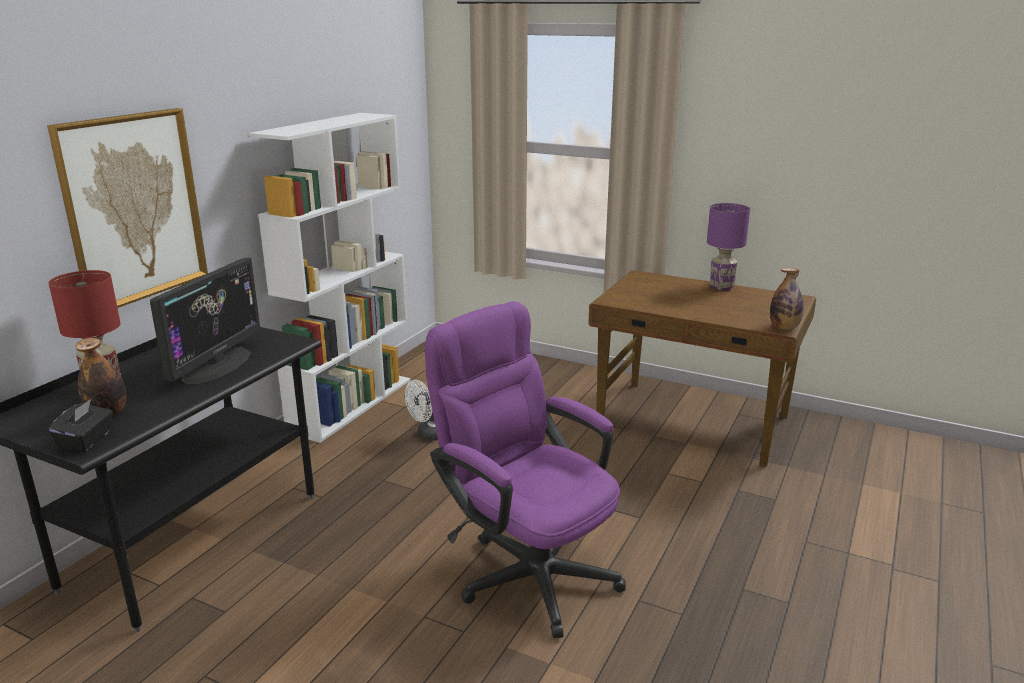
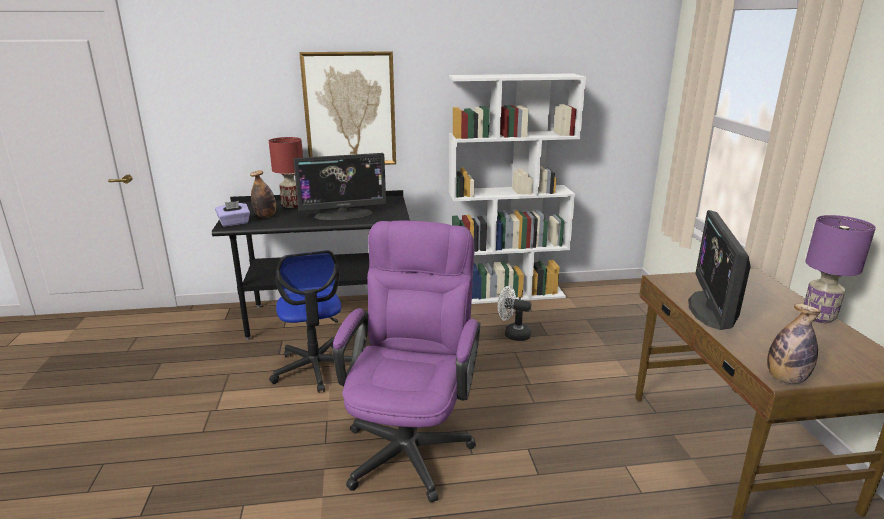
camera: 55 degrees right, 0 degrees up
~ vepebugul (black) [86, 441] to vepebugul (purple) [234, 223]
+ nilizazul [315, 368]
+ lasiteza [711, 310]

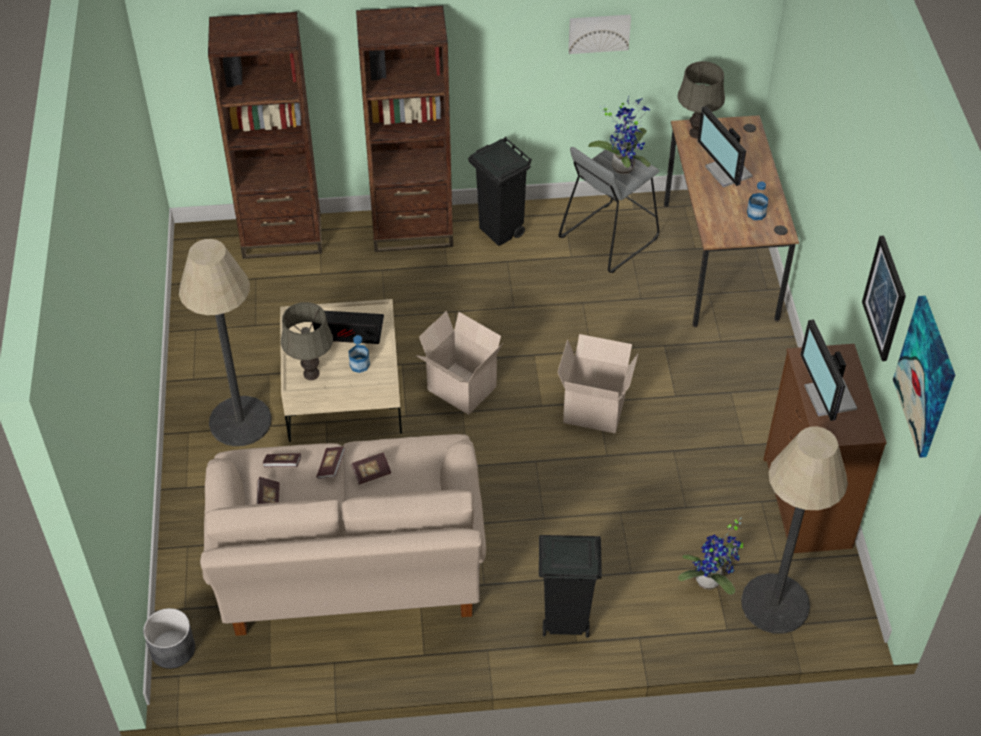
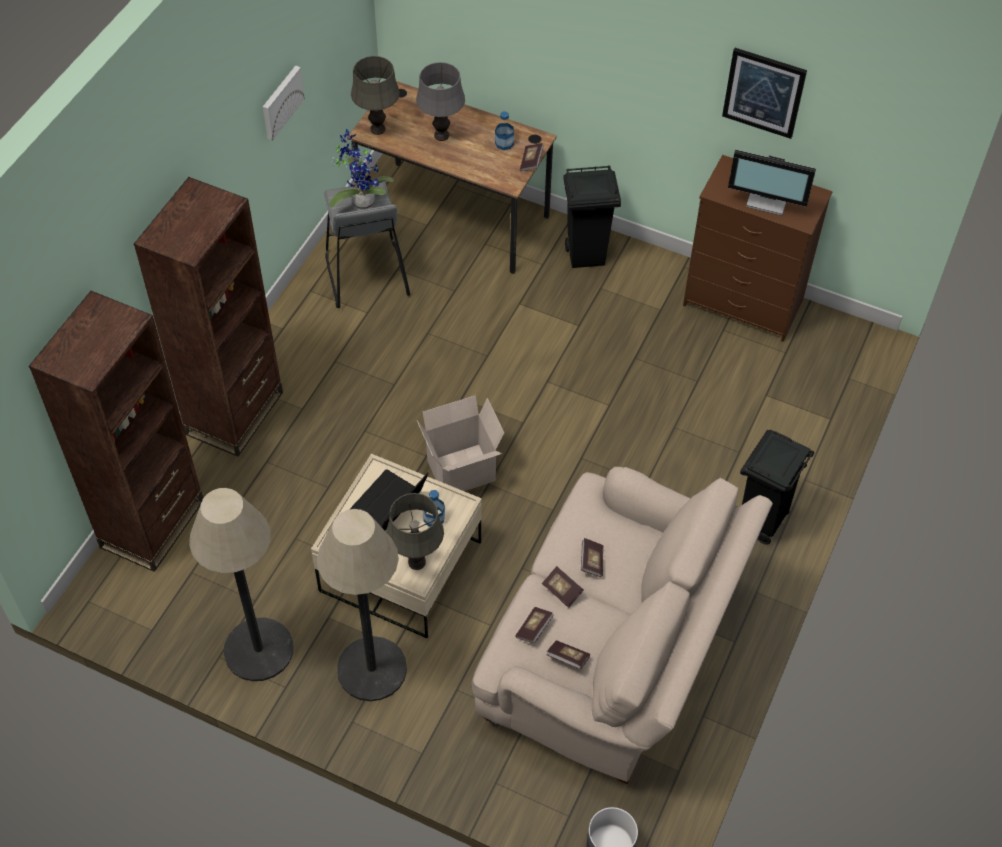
camera: 60 degrees left, 5 degrees up
~ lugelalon [775, 604] to [258, 649]
~ lasiteza [727, 172] to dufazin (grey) [442, 135]
+ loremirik [531, 162]
~ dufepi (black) [501, 231] to [586, 255]
- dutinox [595, 409]
- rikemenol [711, 582]
- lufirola [926, 377]

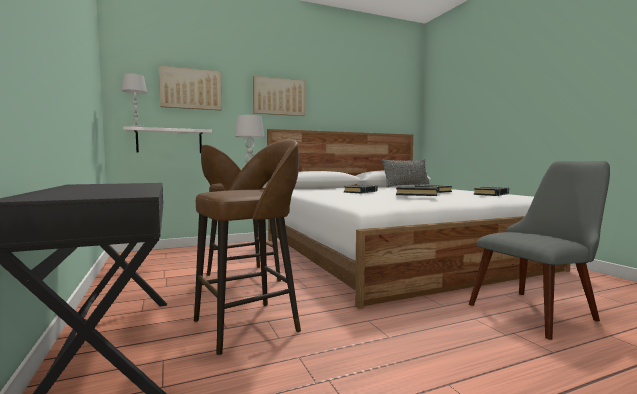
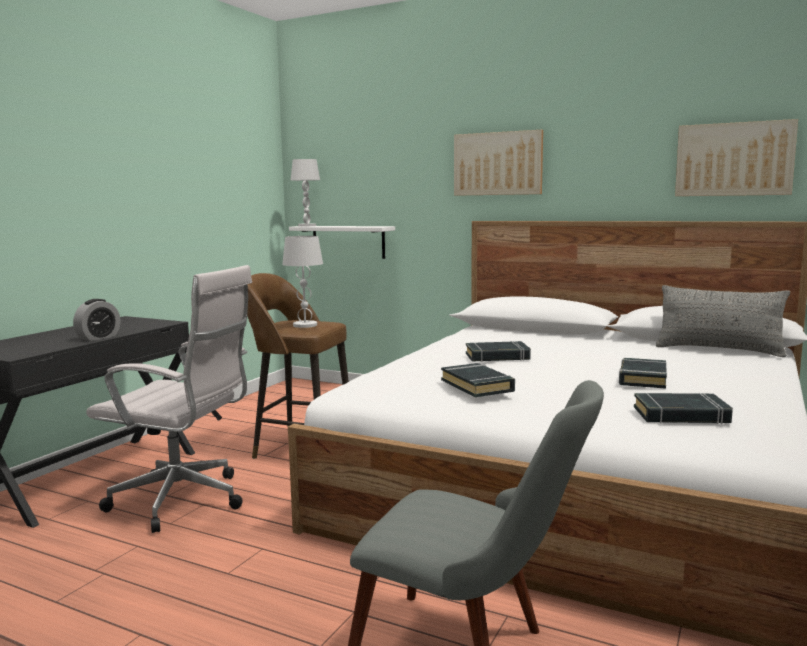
camera: 50 degrees right, 5 degrees up
+ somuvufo [98, 338]
~ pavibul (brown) [249, 325] to nilizazul (white) [184, 501]
~ lufirola [191, 89] to [734, 159]

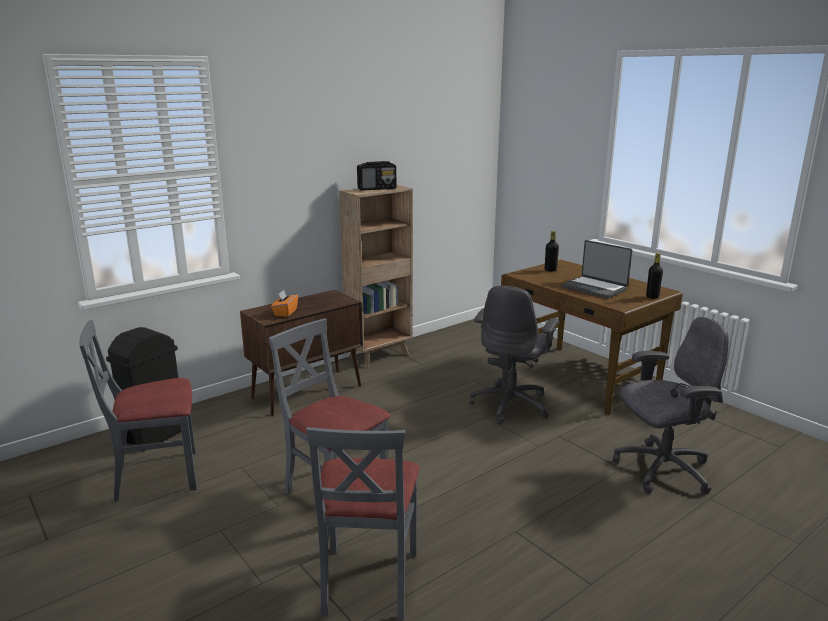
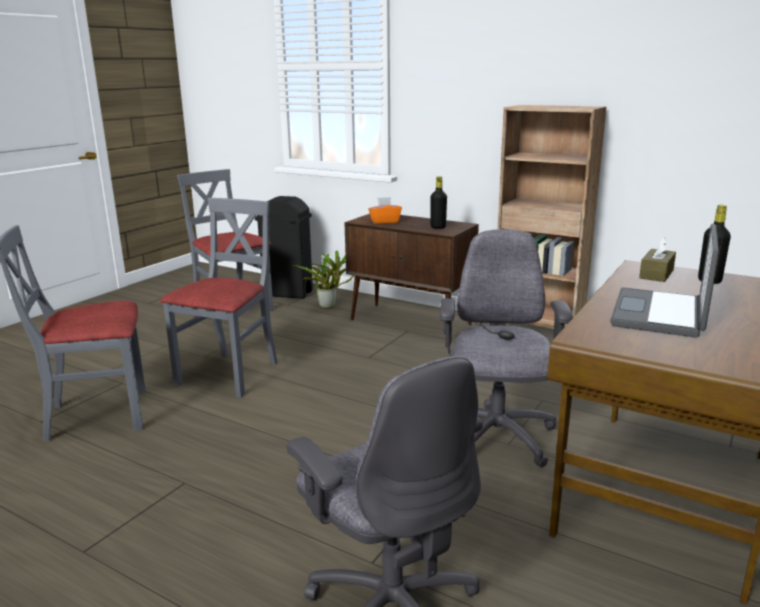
camera: 70 degrees right, 0 degrees up
+ rikemenol [329, 306]
~ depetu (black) [652, 297] to [438, 227]
~ nilizazul (grey) [511, 405] = [495, 438] 90 degrees clockwise
+ vepebugul (brown) [656, 274]
- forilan [377, 189]

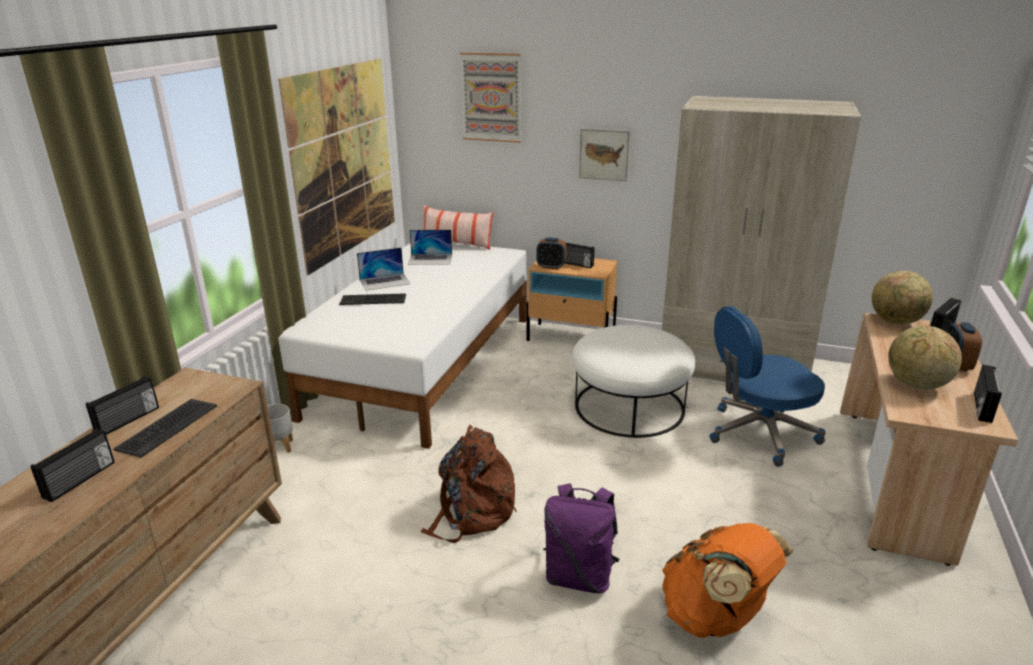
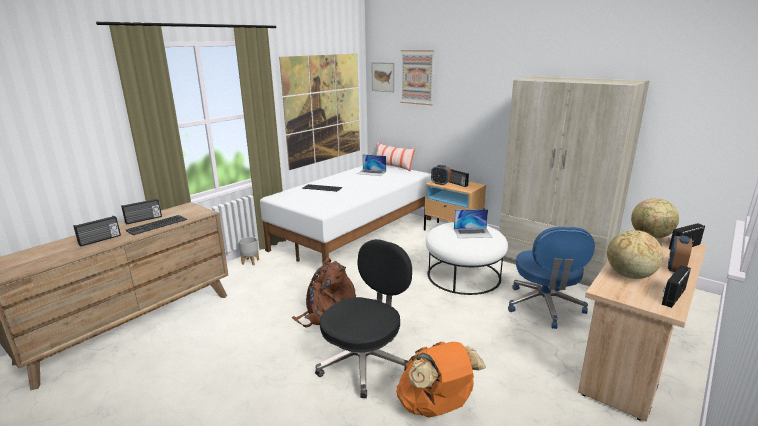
camera: 20 degrees right, 5 degrees down
~ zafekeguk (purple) [579, 577] to nilizazul (black) [365, 362]
~ lufirola [604, 154] to [383, 77]
~ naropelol [385, 281] to [472, 233]
~ nilizazul (blue) [759, 433] = [544, 306] 90 degrees counterclockwise

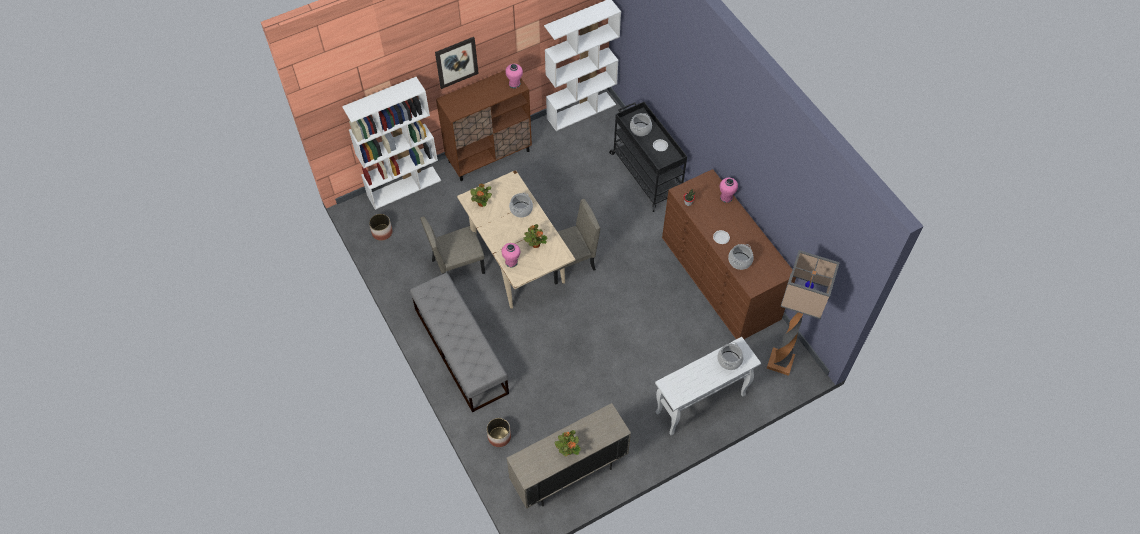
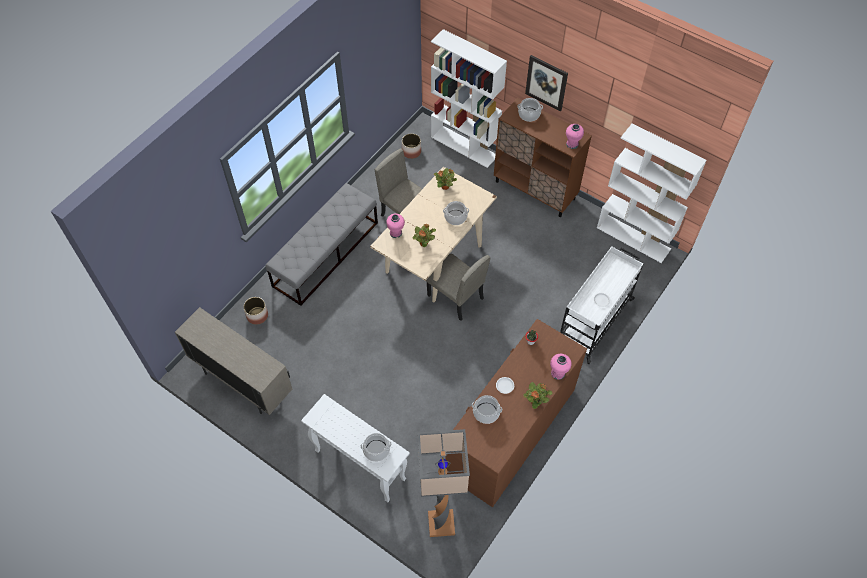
camera: 65 degrees right, 0 degrees up
~ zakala [640, 129] to [529, 114]
~ rikemenol [568, 450] to [535, 401]
~ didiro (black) [646, 174] to didiro (white) [594, 320]

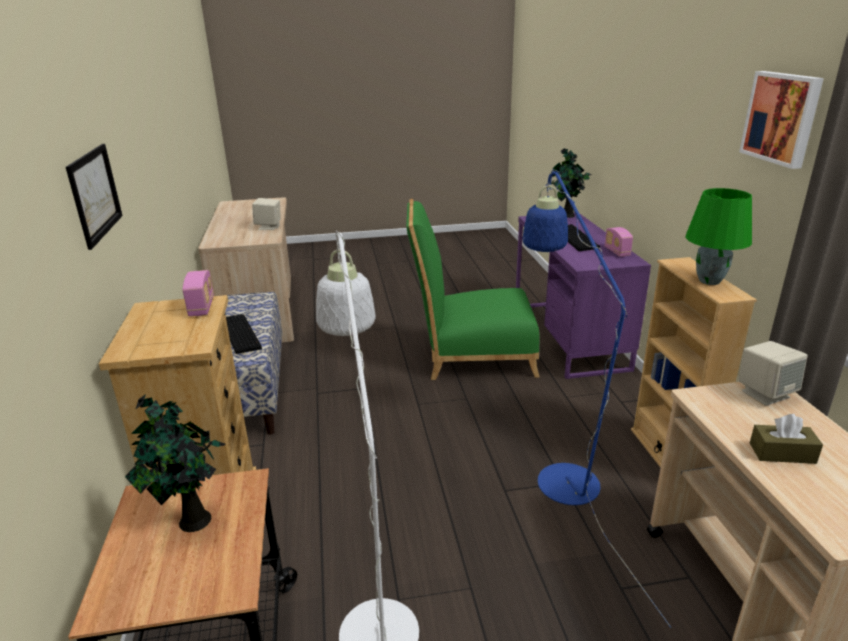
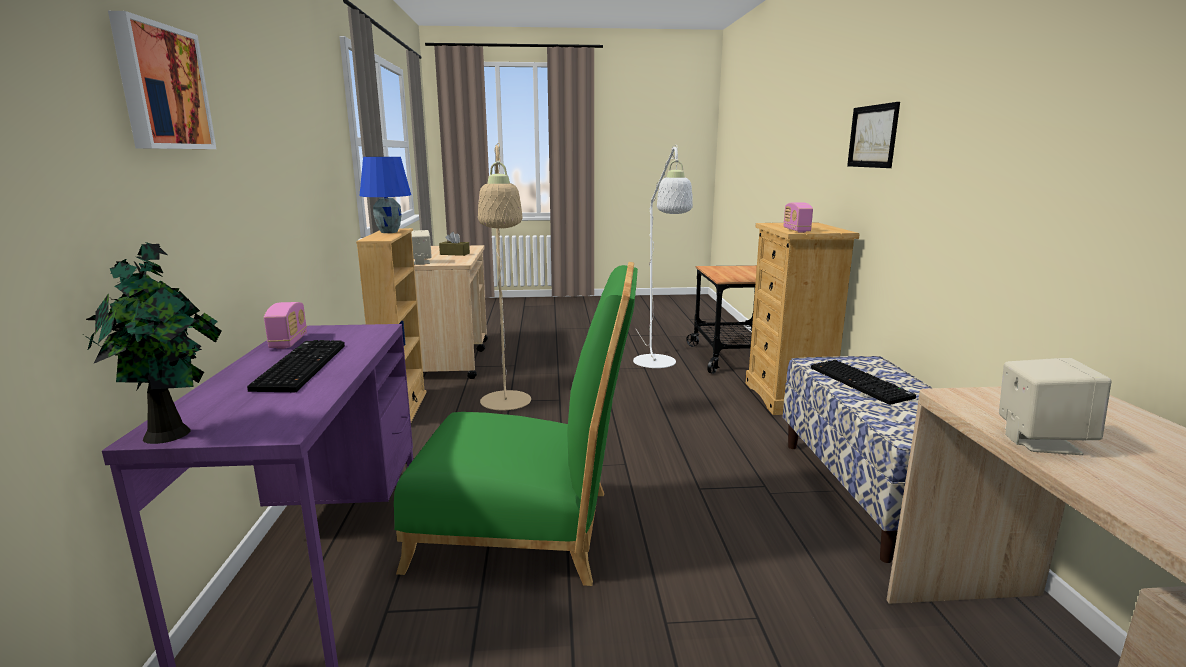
camera: 175 degrees left, 10 degrees down
~ lufirola [782, 118] to [160, 88]
~ dufazin (green) [710, 281] to dufazin (blue) [389, 232]
~ lugelalon (blue) [560, 472] to lugelalon (beige) [506, 405]
- rikemenol [192, 521]

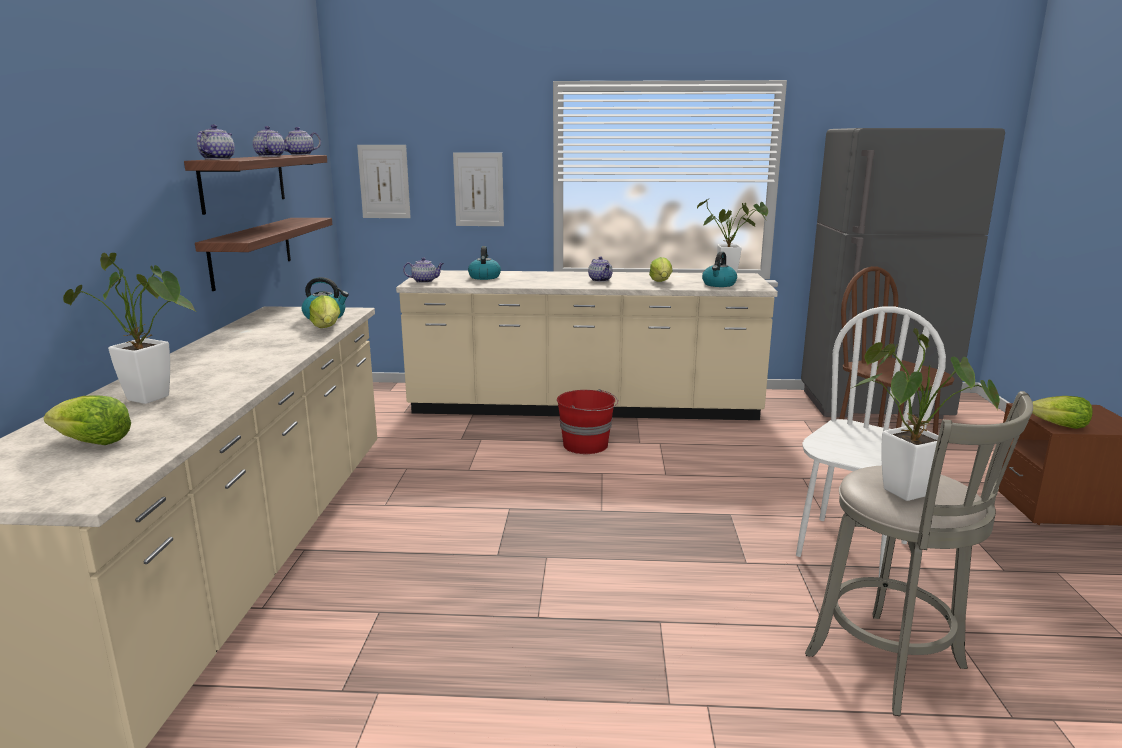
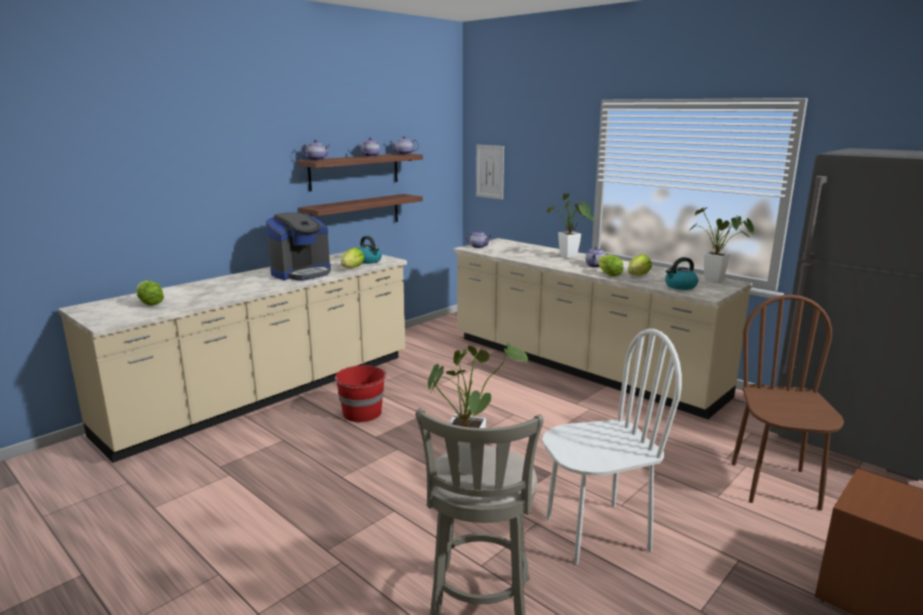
camera: 40 degrees right, 0 degrees up
+ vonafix [301, 273]
~ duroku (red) [586, 445] to [362, 413]
~ rikemenol [154, 400] to [570, 257]
~ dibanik [1060, 426] to [608, 275]
- lufirola [478, 189]
- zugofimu [484, 277]

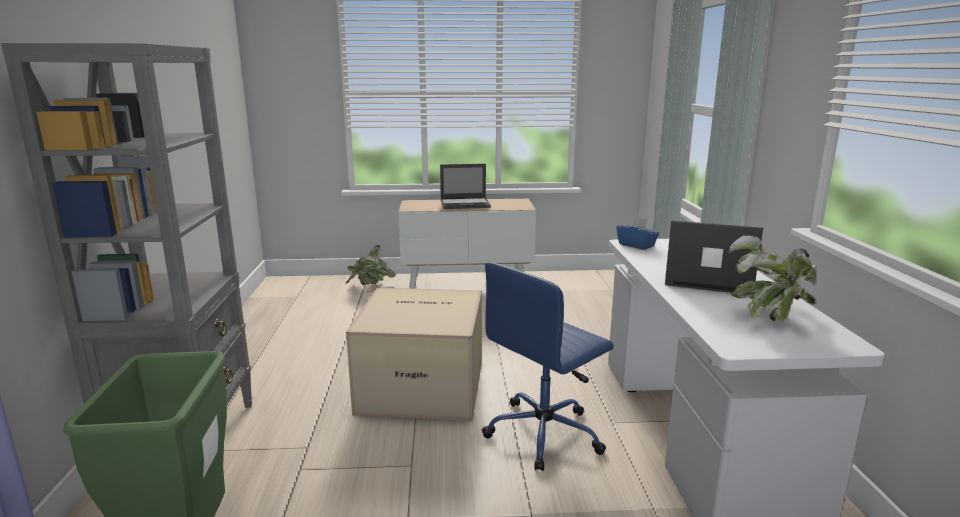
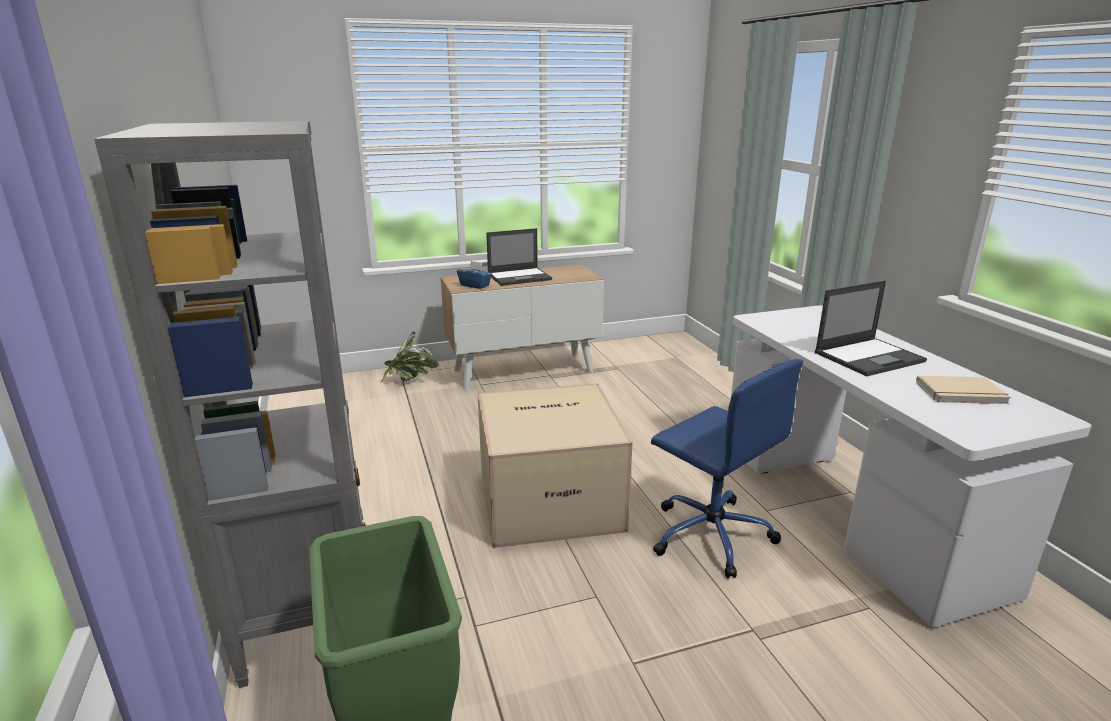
camera: 15 degrees left, 5 degrees up
~ vepebugul (blue) [636, 245] to [475, 285]
~ nilizazul (blue) [545, 433] = [710, 534] 75 degrees counterclockwise
~ naropelol [706, 279] = [869, 357] 150 degrees clockwise
~ rikemenol [768, 315] to loremirik (beige) [962, 393]

